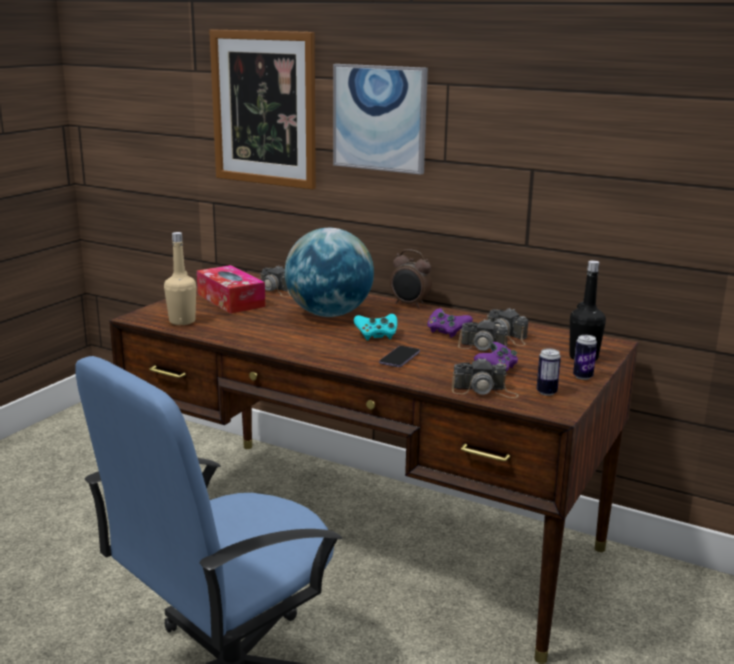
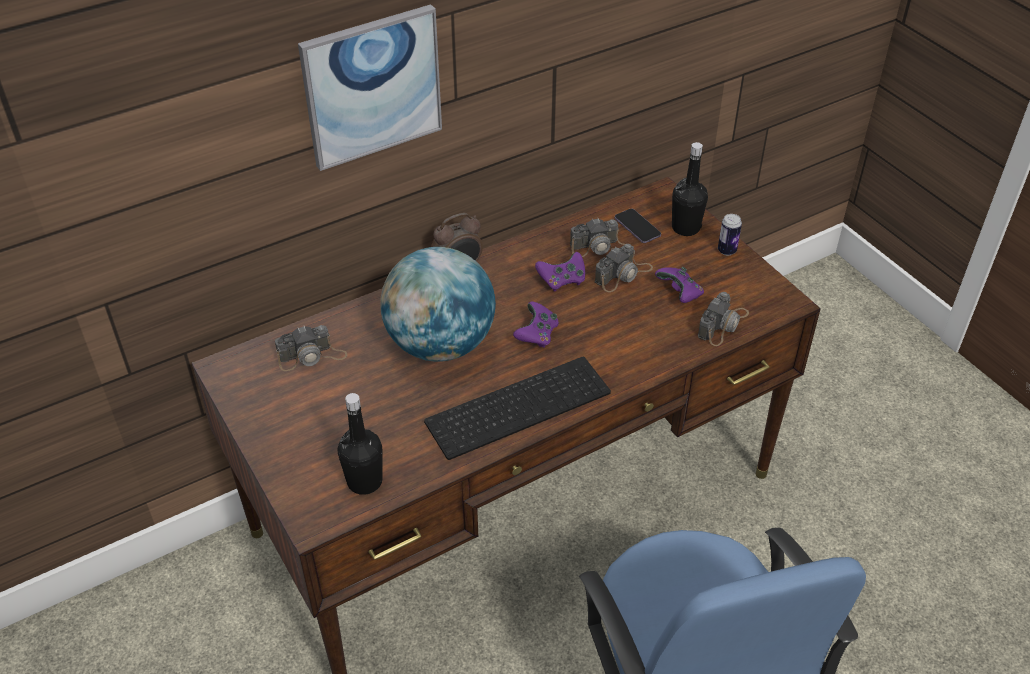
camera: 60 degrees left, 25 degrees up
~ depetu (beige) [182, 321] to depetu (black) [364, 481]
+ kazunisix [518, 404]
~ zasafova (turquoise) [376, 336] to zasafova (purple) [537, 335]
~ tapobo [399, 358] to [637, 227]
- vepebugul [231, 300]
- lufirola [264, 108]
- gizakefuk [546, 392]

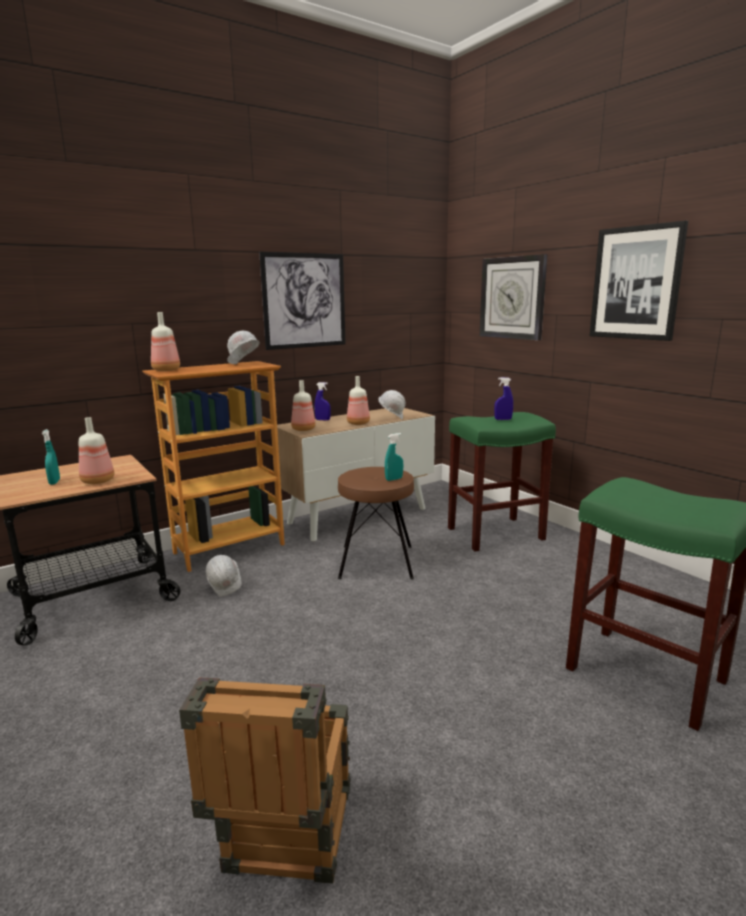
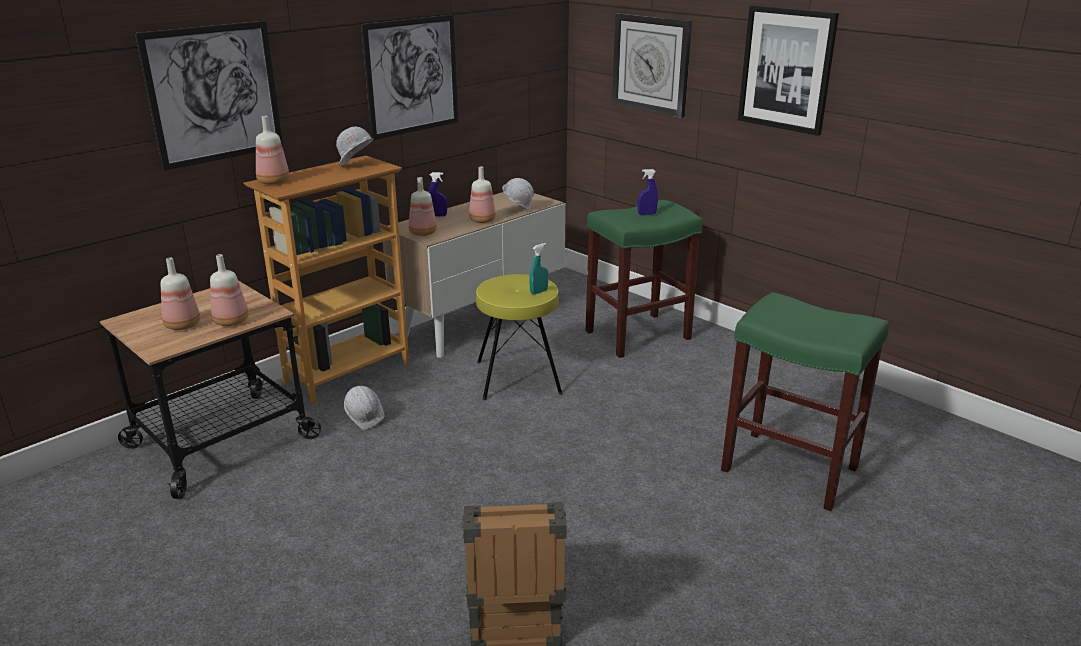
camera: 10 degrees left, 10 degrees up
+ lufirola [214, 94]
~ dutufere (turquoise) [54, 482] to depetu [182, 325]
~ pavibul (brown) [377, 561] to pavibul (yellow) [518, 377]

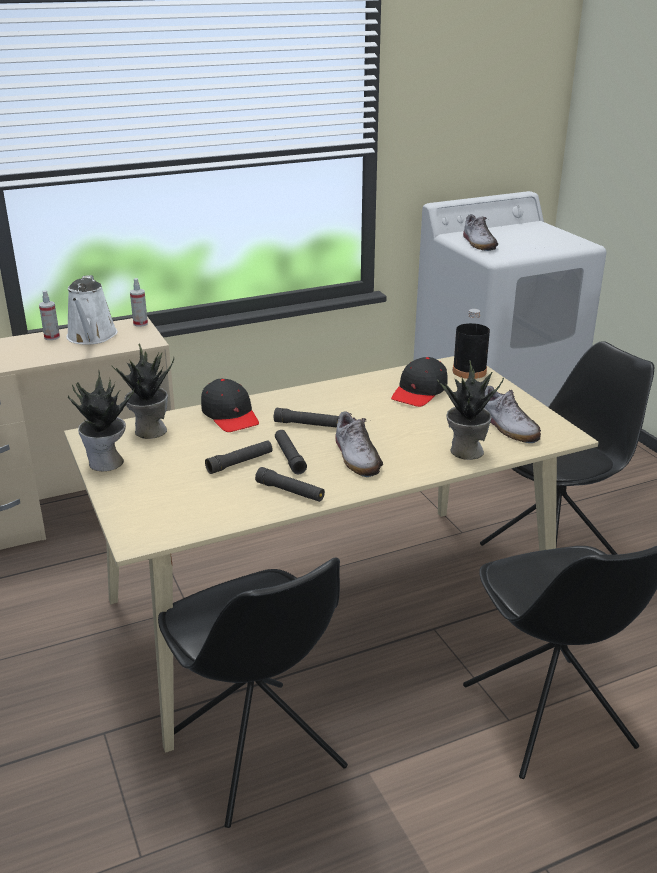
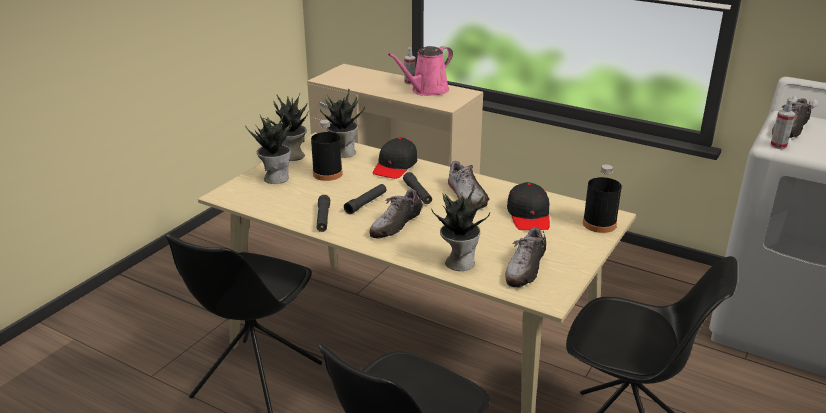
camera: 55 degrees right, 0 degrees up
+ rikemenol [276, 178]
+ depetu (black) [327, 174]
~ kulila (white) [91, 337] to kulila (pink) [427, 90]
+ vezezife [467, 195]
~ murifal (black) [419, 392] = [529, 215] 90 degrees counterclockwise
~ dutufere [140, 323] to [778, 146]
- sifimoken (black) [240, 462]

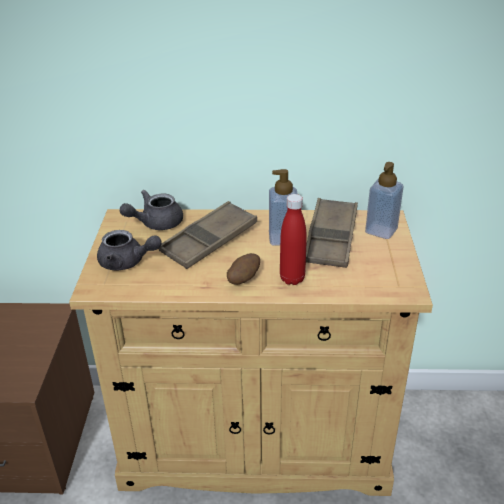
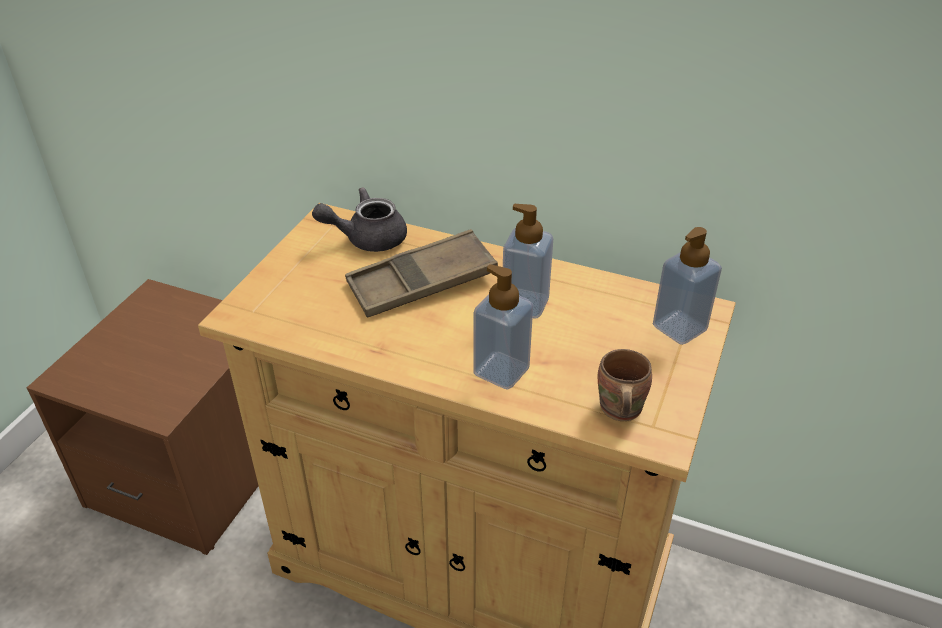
camera: 20 degrees right, 5 degrees up
~ depetu (red) [292, 279] to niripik [501, 371]
+ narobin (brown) [618, 410]
- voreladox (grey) [127, 262]
- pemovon [243, 279]
- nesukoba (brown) [331, 238]

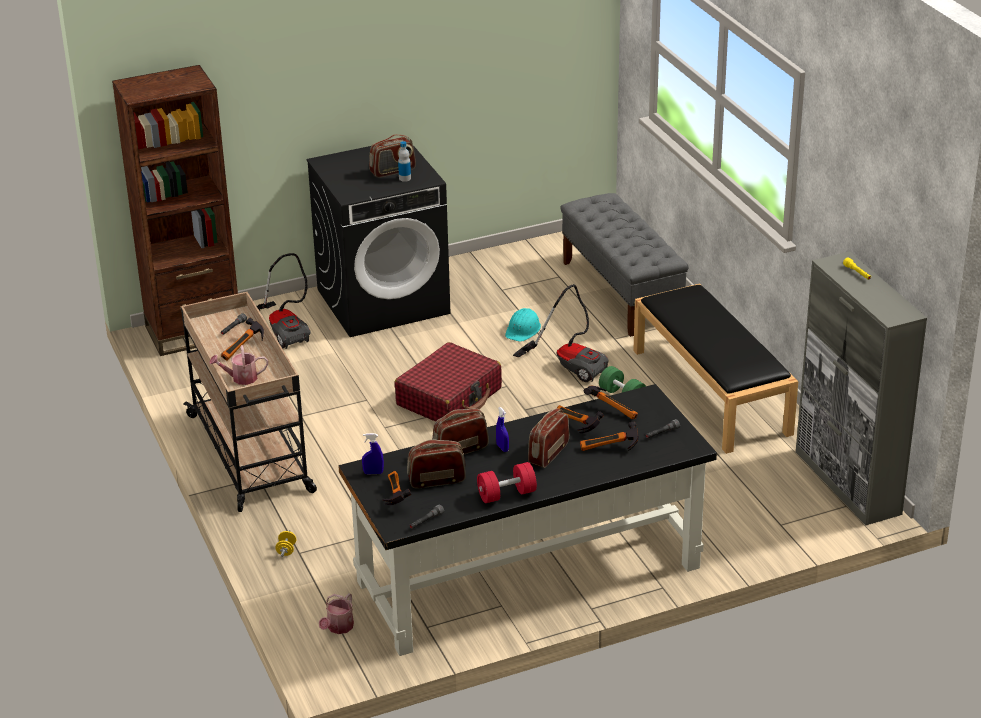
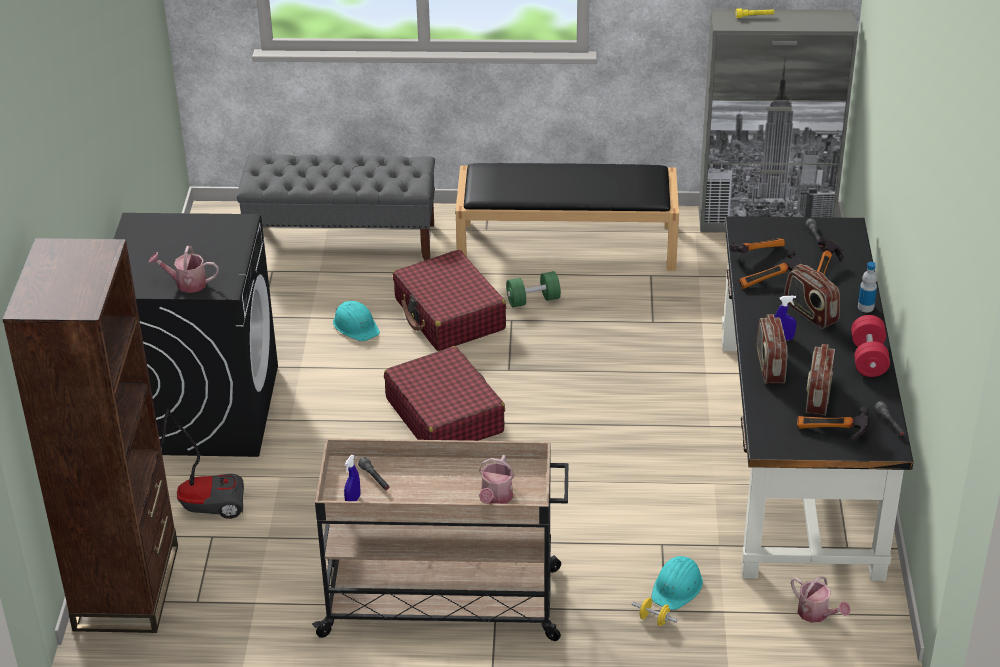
camera: 65 degrees left, 5 degrees up
+ kulila [186, 283]
~ dutufere (blue) [373, 473] to [353, 501]
~ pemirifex [570, 364] to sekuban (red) [449, 315]
+ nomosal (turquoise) [677, 587]
~ depetu [405, 178] to [865, 307]
- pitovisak [245, 349]
- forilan [393, 171]

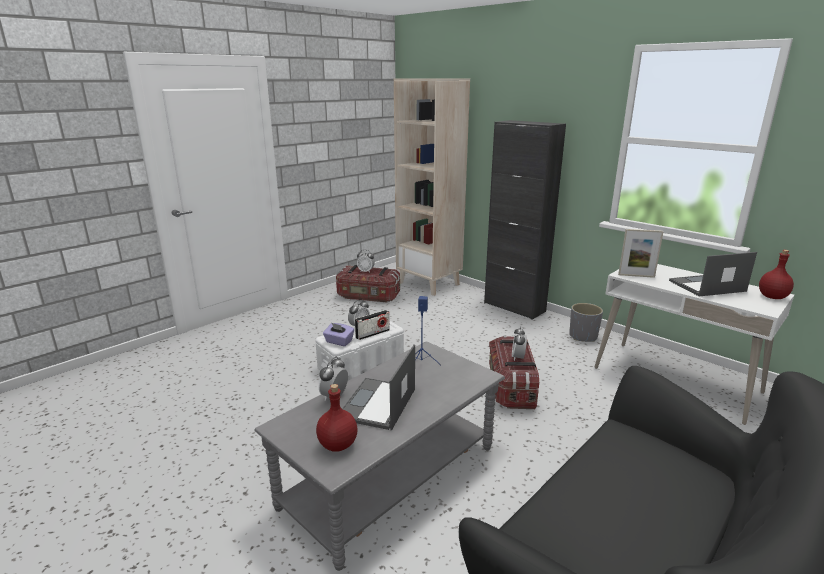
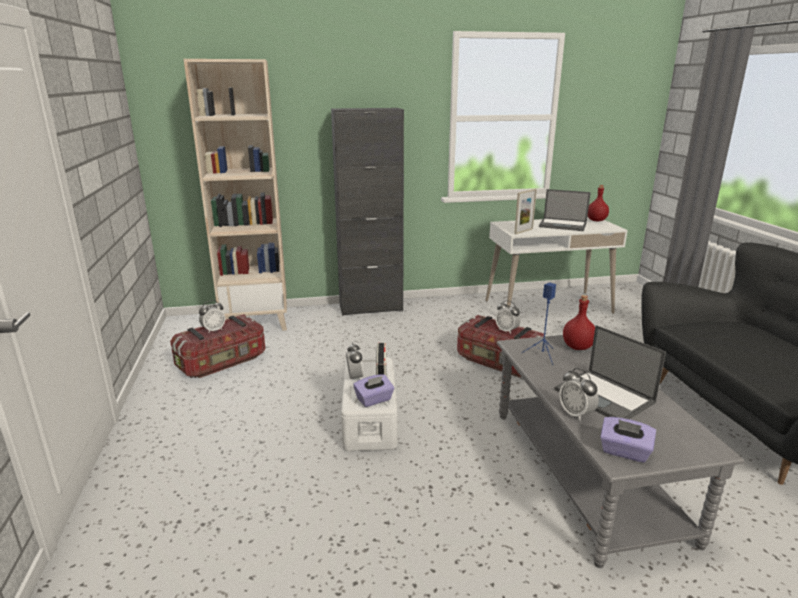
camera: 55 degrees left, 0 degrees up
~ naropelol [706, 286] = [563, 225] 90 degrees counterclockwise
~ depetu (red) [338, 445] to [577, 347]
+ vepebugul (purple) [624, 452]
- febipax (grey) [583, 336]

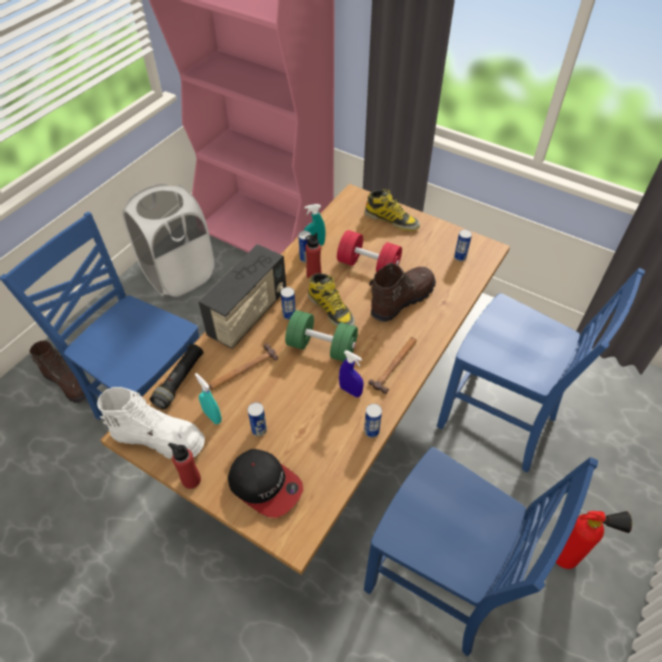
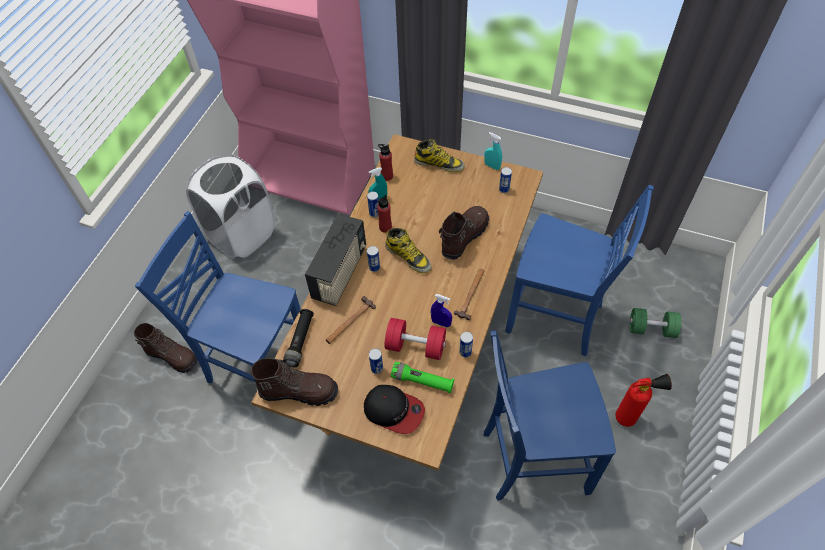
camera: 10 degrees left, 5 degrees up
~ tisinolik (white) [159, 438] to tisinolik (brown) [299, 391]
~ depetu (red) [191, 480] to [387, 176]
~ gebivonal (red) [368, 265] to [415, 346]
+ sifimoken (green) [422, 381]
~ dutufere (turquoise) [212, 416] to [492, 166]
~ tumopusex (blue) [439, 584] = [532, 459] 150 degrees clockwise
~ gebivonal (green) [322, 347] to [651, 329]

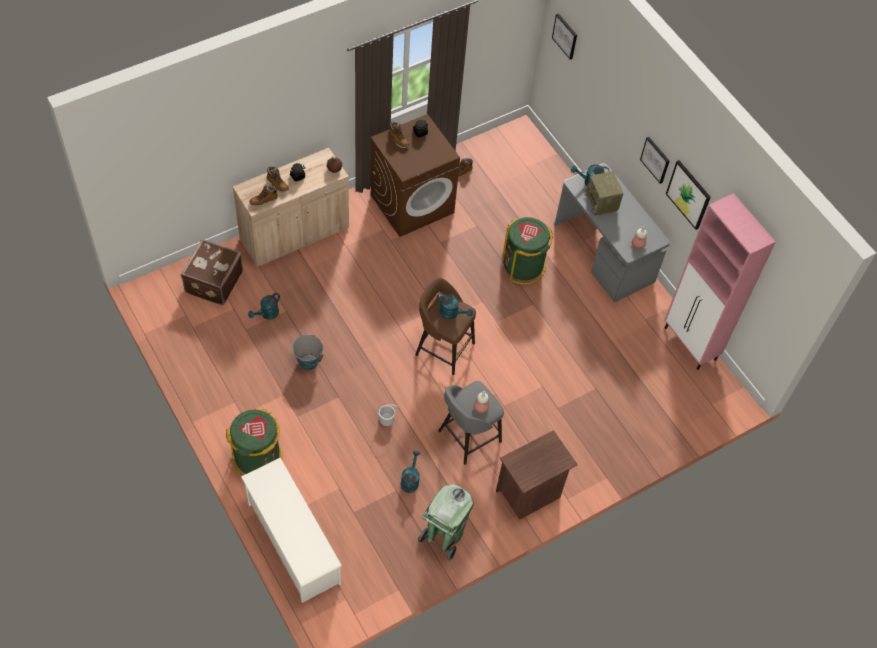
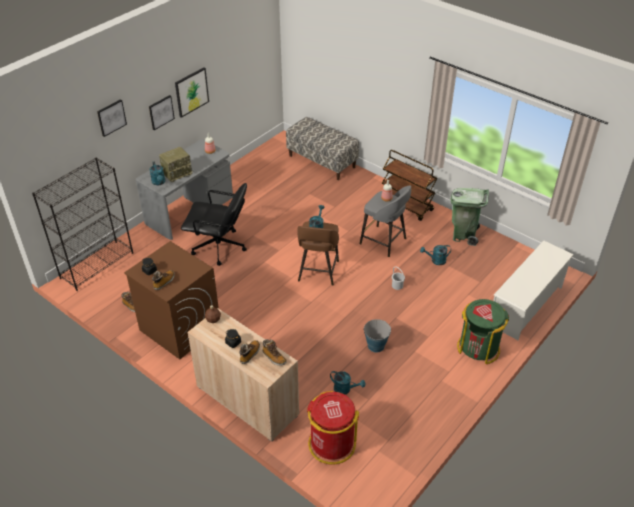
camera: 105 degrees left, 15 degrees down
+ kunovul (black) [97, 265]
~ lufirola [565, 36] to [111, 117]
~ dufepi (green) [523, 266] to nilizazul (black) [219, 247]
+ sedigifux [322, 161]
~ sekuban (brown) [213, 282] to dufepi (red) [331, 444]
~ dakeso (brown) [529, 494] to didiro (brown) [406, 205]
- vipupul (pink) [690, 344]

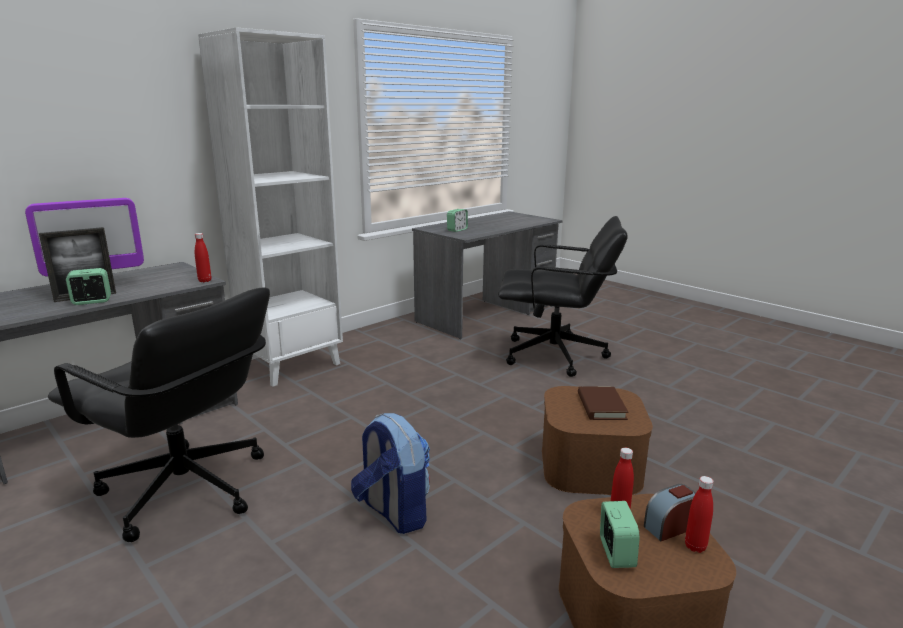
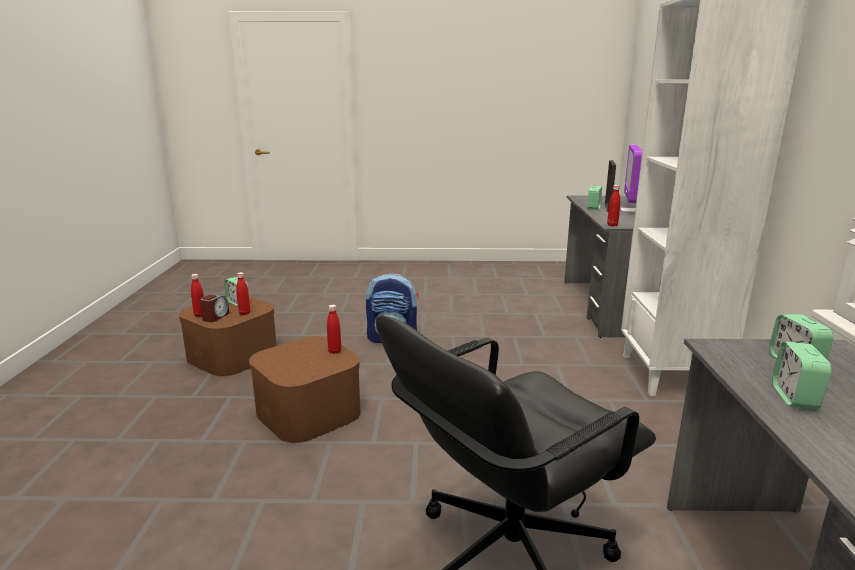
camera: 135 degrees right, 0 degrees up
+ depetu (red) [334, 351]
+ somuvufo [794, 397]
- nilizazul (black) [185, 490]
- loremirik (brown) [601, 406]

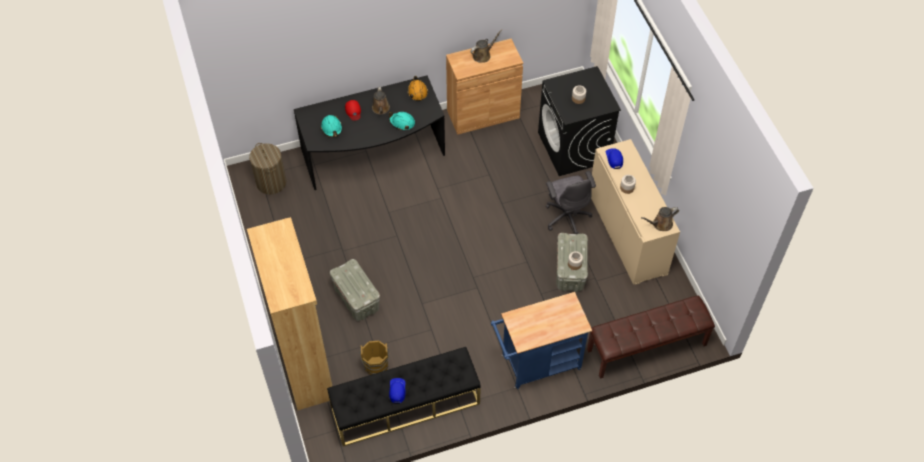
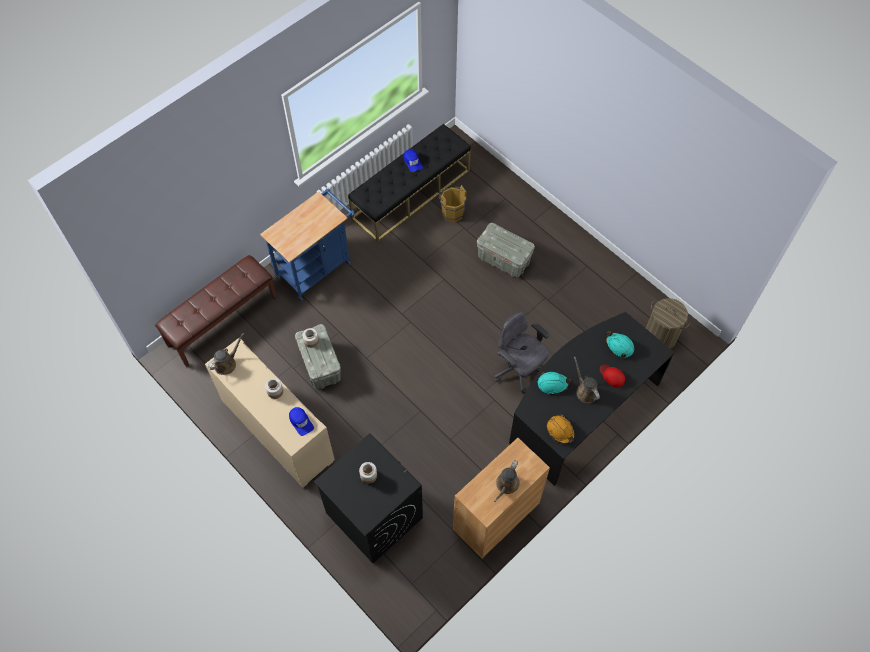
camera: 155 degrees right, 5 degrees up
~ nilizazul (grey) [567, 216] to [518, 370]
- kunovul (brown) [305, 365]

